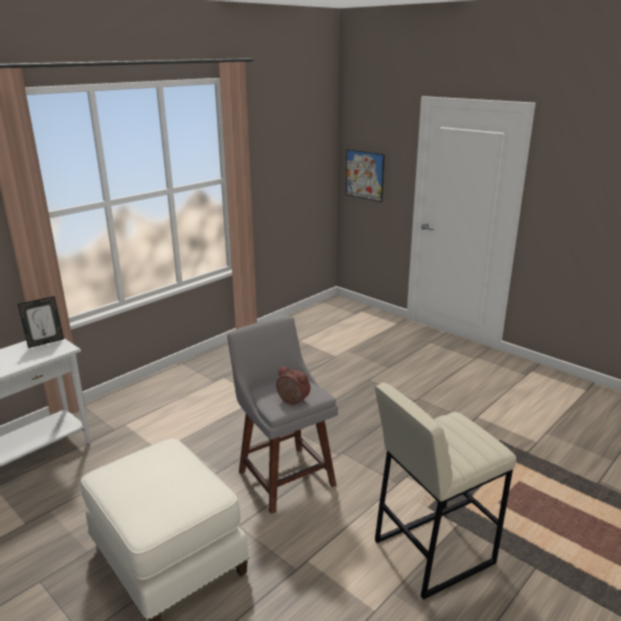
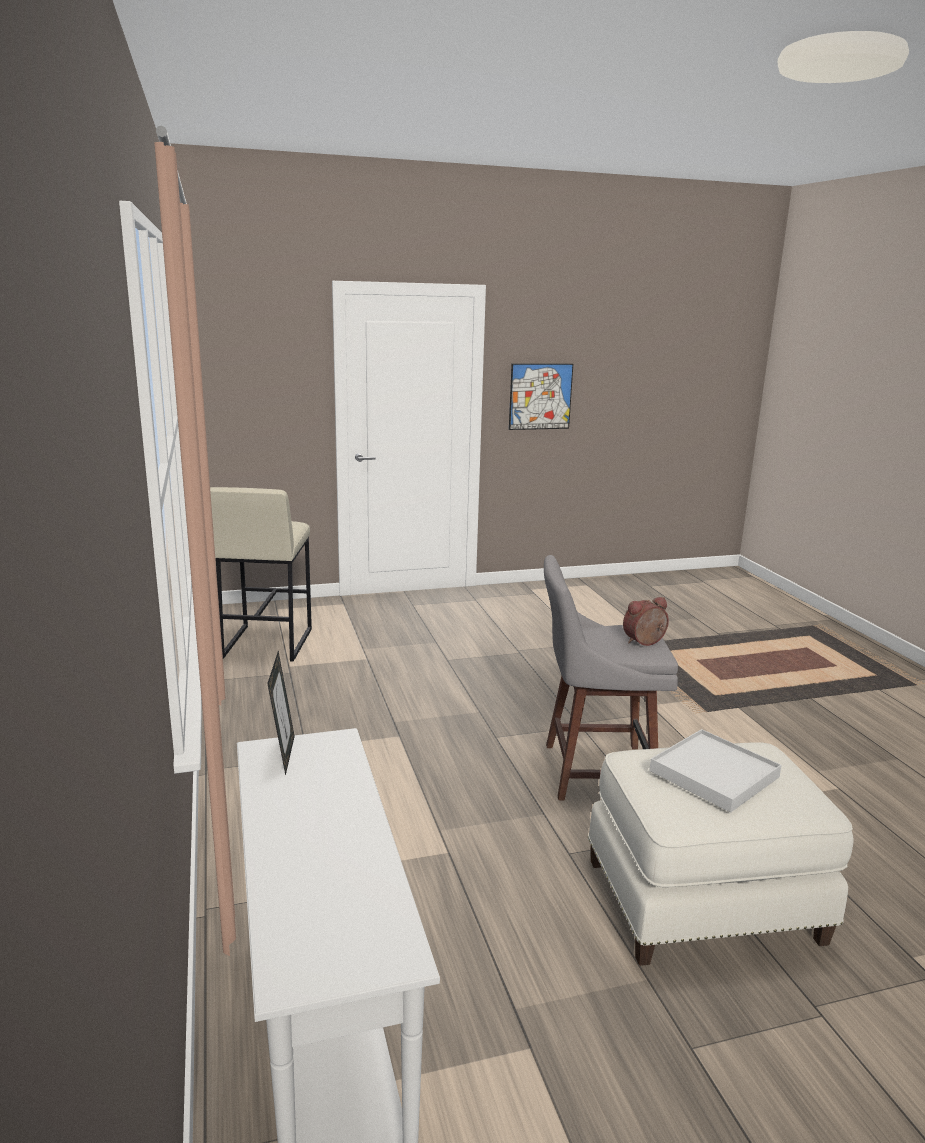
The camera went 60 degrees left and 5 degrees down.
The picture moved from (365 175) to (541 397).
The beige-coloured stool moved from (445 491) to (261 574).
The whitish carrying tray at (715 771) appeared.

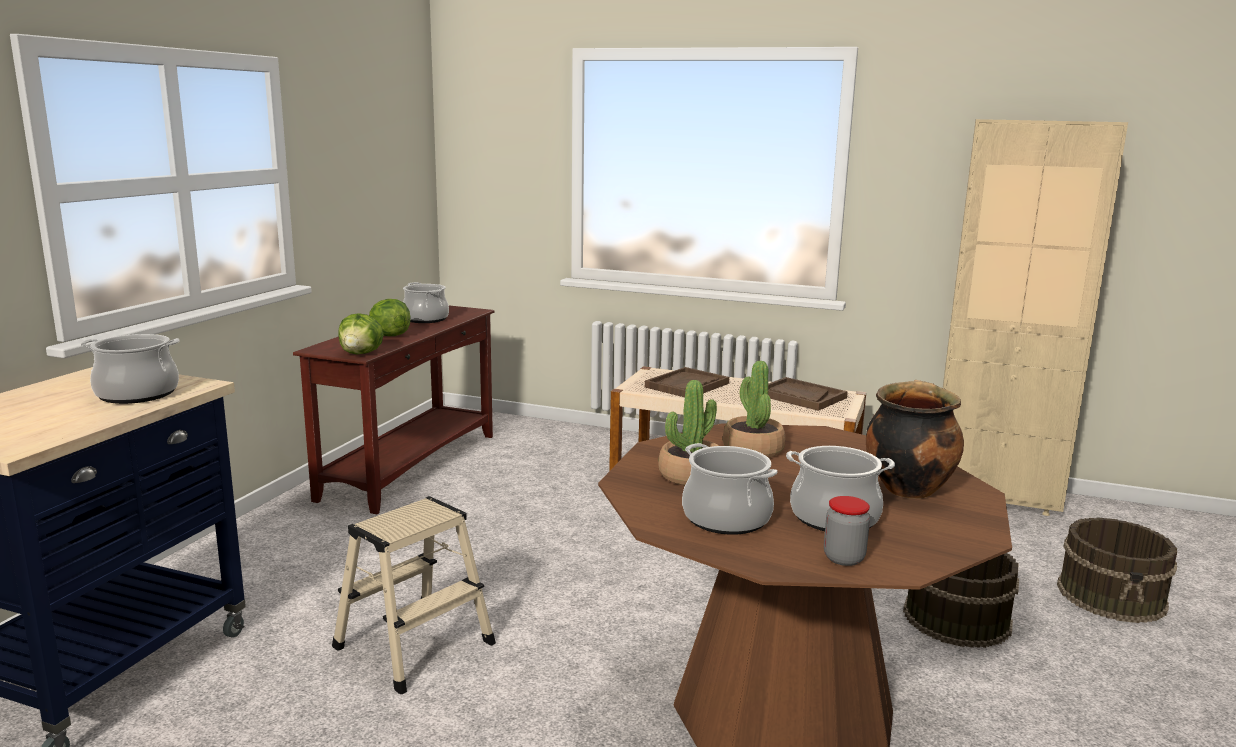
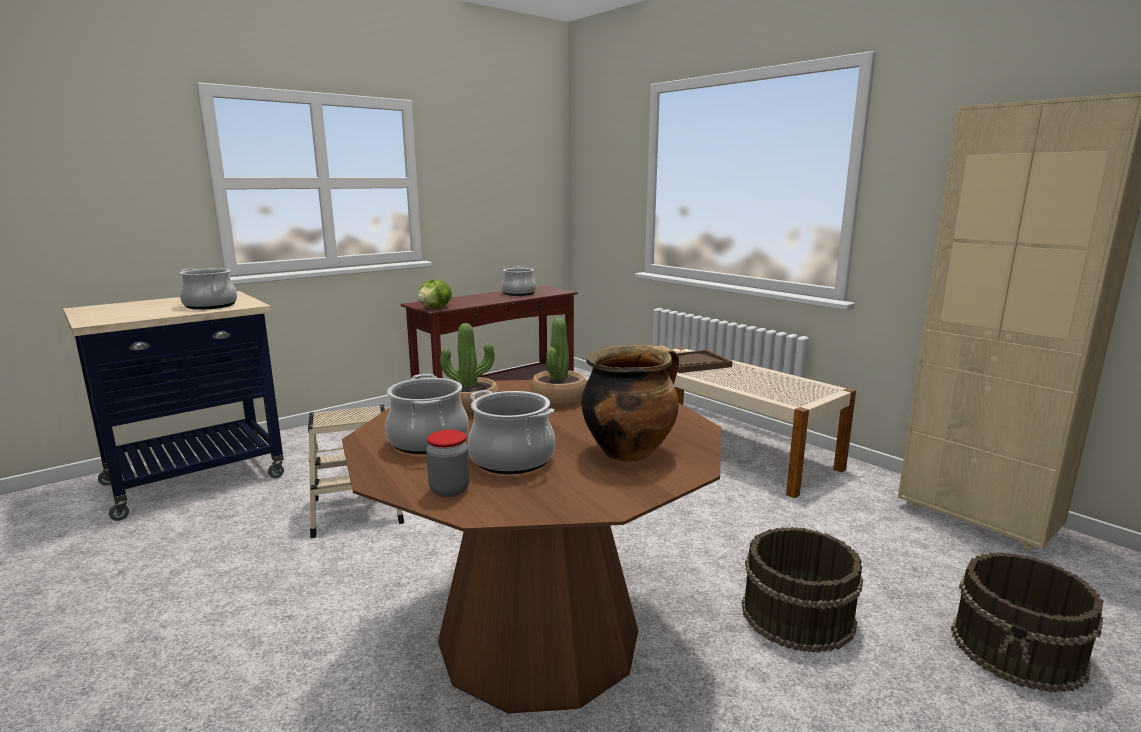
The camera went 30 degrees right and 0 degrees up.
The lettuce at (390 317) disappeared.
The brownish carrying tray at (808 394) disappeared.

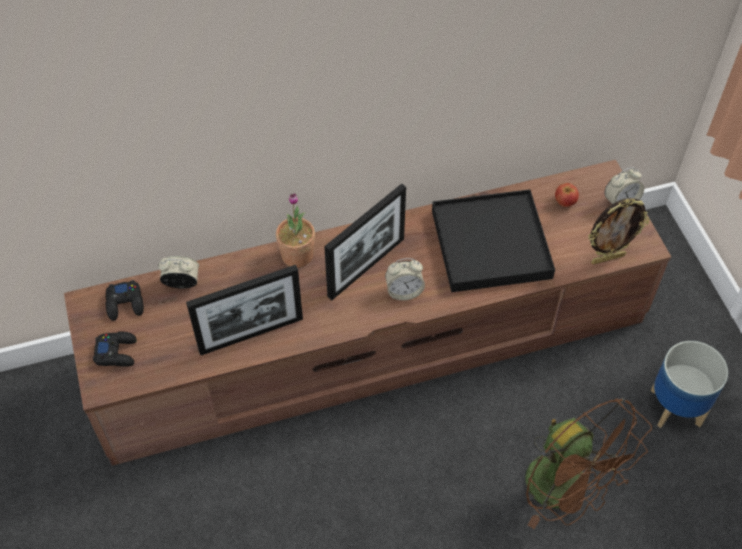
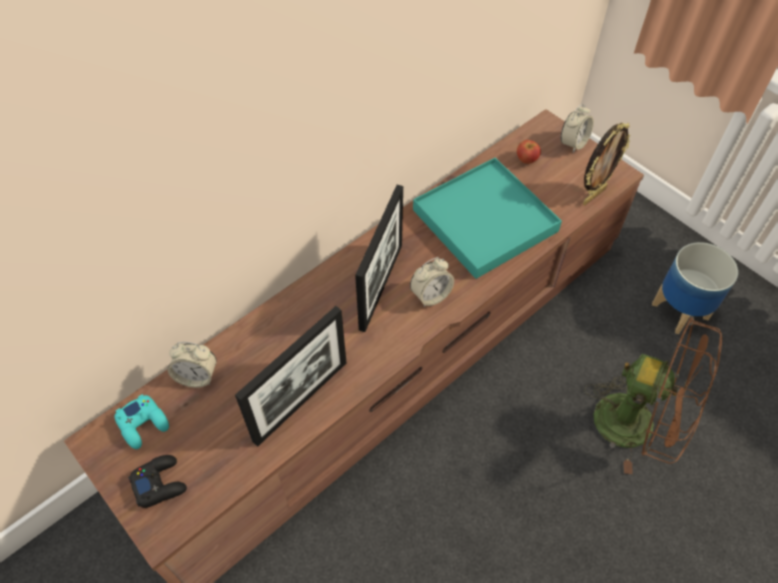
The camera went 25 degrees left and 0 degrees up.
The black-coloured carrying tray at (493 240) became the blue-green carrying tray at (487 218).
The plant in a pot at (295 230) disappeared.
The table clock at (178 272) turned 150 degrees counterclockwise.
The black-coloured game controller at (125 300) became the blue-green game controller at (141 421).

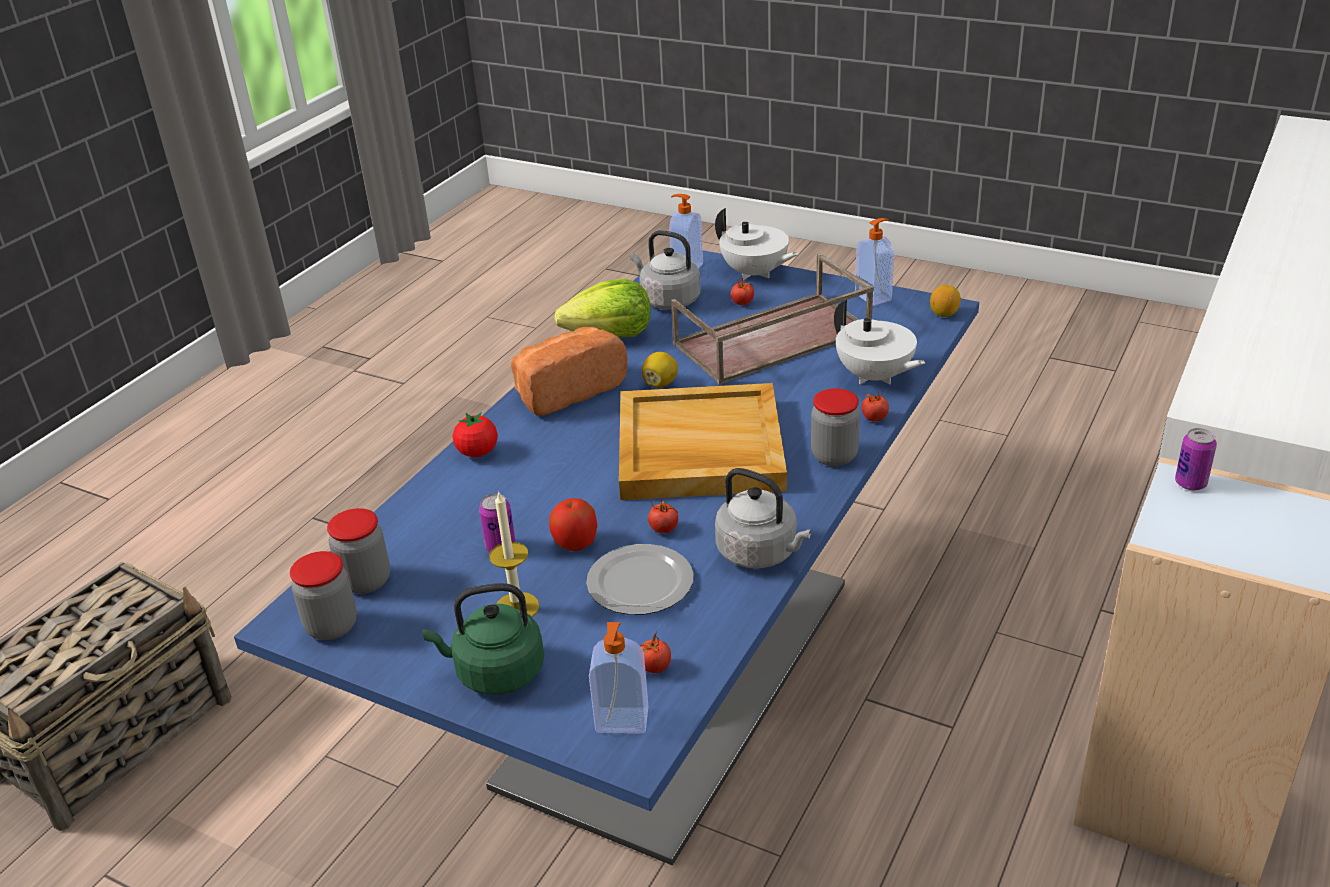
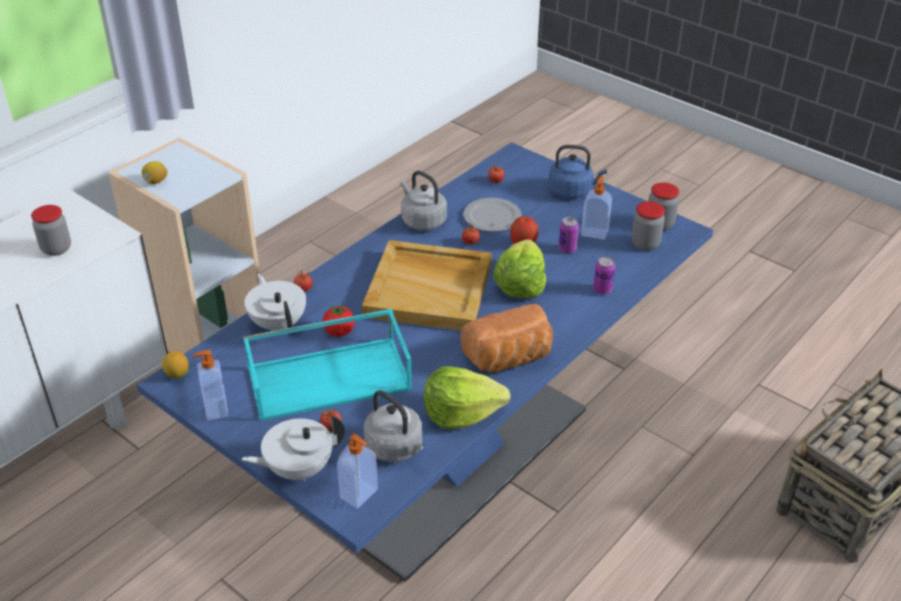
The camera went 170 degrees left and 5 degrees up.
The whitish pot for tea at (757 244) turned 75 degrees counterclockwise.
The brownish carrying tray at (772 319) became the blue-green carrying tray at (327 365).
The citrus fruit moved from (660 370) to (154 172).
The preserve jar moved from (835 427) to (51 230).
The fresh tomato moved from (475 434) to (339 320).
The sealed can moved from (1196 459) to (604 276).
The candle at (514 553) disappeared.
The green-coloured kettle at (483 639) became the blue kettle at (578 172).
The soap dispenser moved from (618 678) to (596 208).
The lettuce at (519 268) appeared.

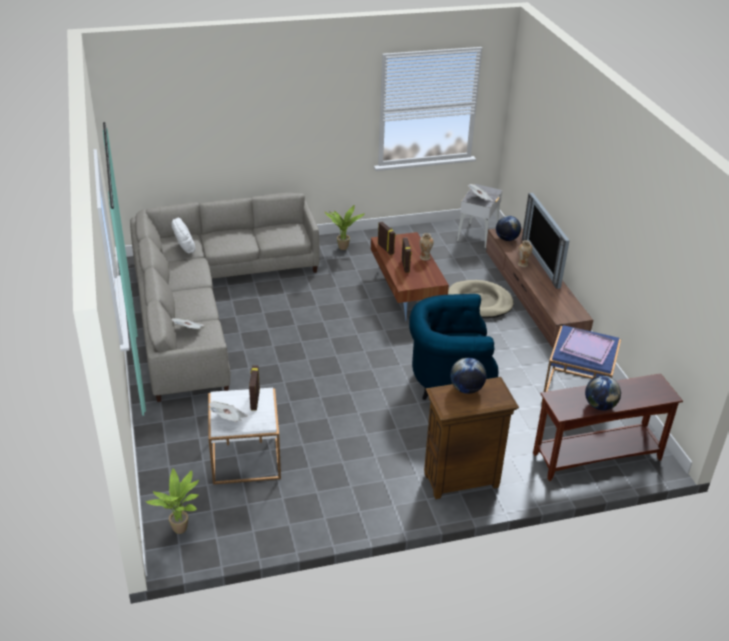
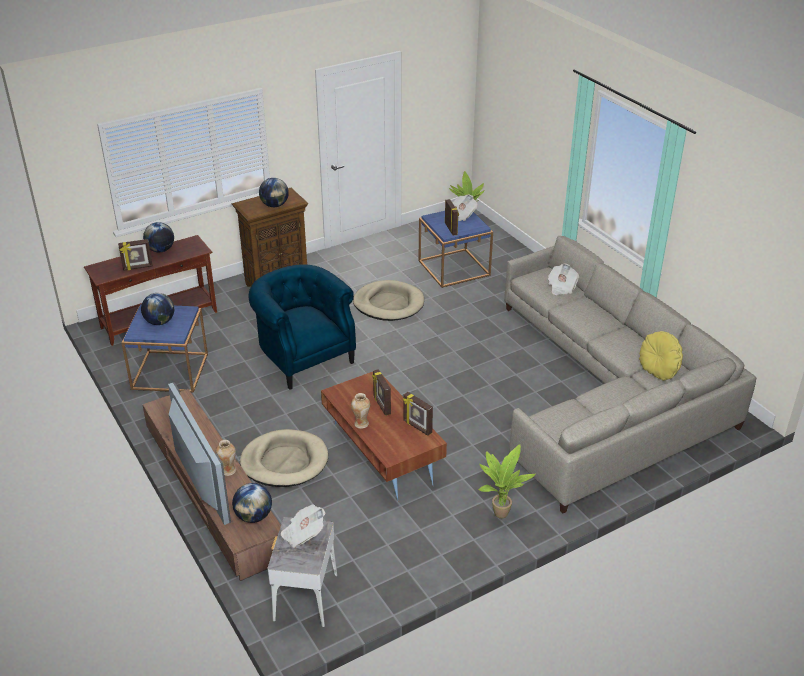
The camera went 165 degrees right and 0 degrees up.
The whitish pillow at (183 236) became the yellowish pillow at (661 356).
The blue easy chair at (453 347) turned 105 degrees counterclockwise.
The purple-coloured carrying tray at (587 346) was replaced by the globe at (157 309).
The whitish end table at (244 436) became the blue end table at (455 249).
The standing frame at (135 255) appeared.
The beige-coloured dog cushion at (388 300) appeared.

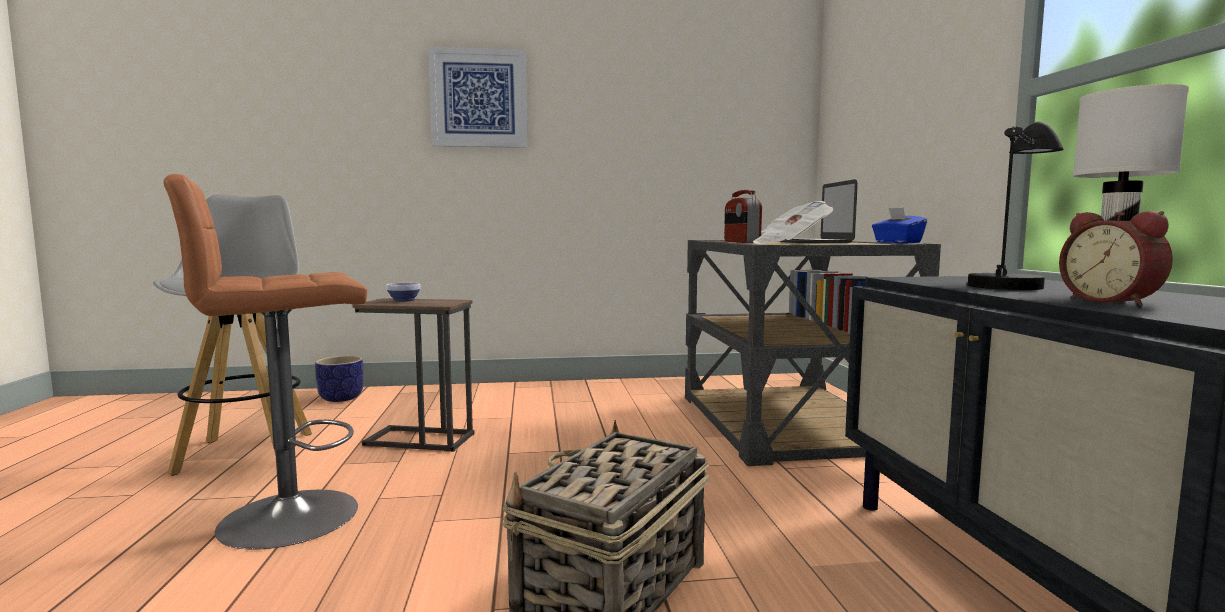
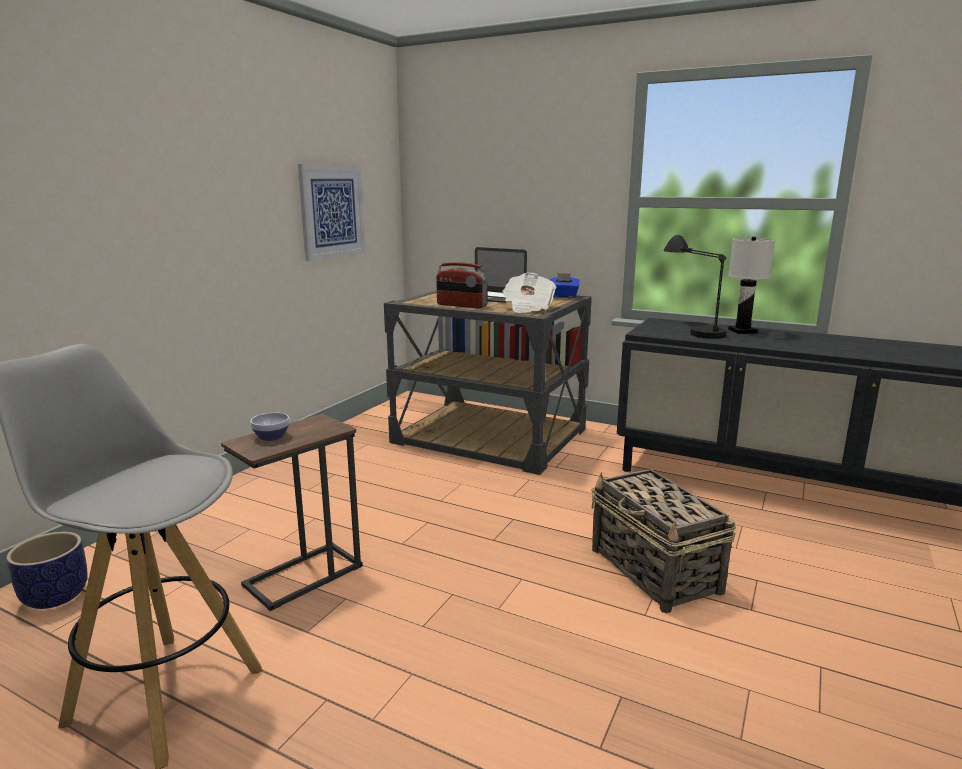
The camera went 55 degrees left and 10 degrees up.
The picture moved from (478 97) to (331 212).
The brownish stool at (265 362) disappeared.
The table clock at (1116 258) disappeared.

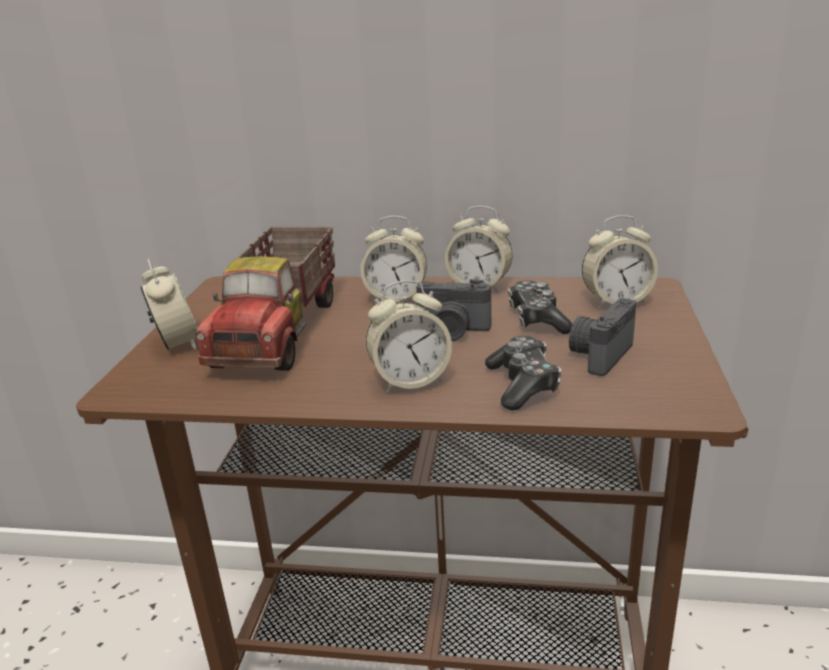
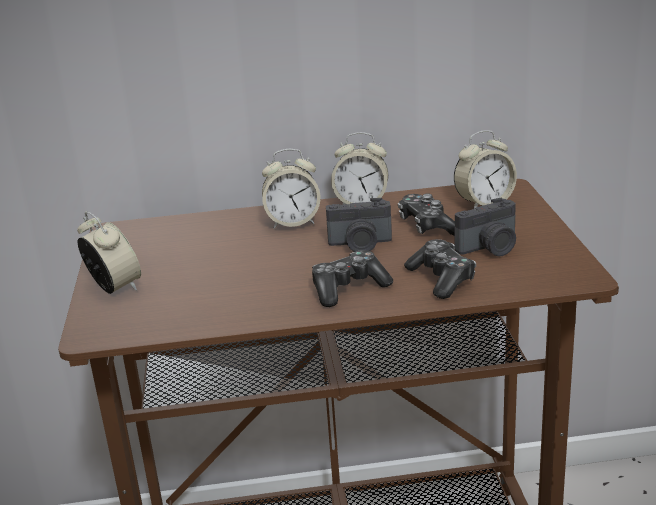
The camera went 15 degrees left and 0 degrees up.
The toy truck at (265 299) disappeared.
The table clock at (409 336) was replaced by the game controller at (352 278).
The photo camera at (602 337) turned 135 degrees counterclockwise.

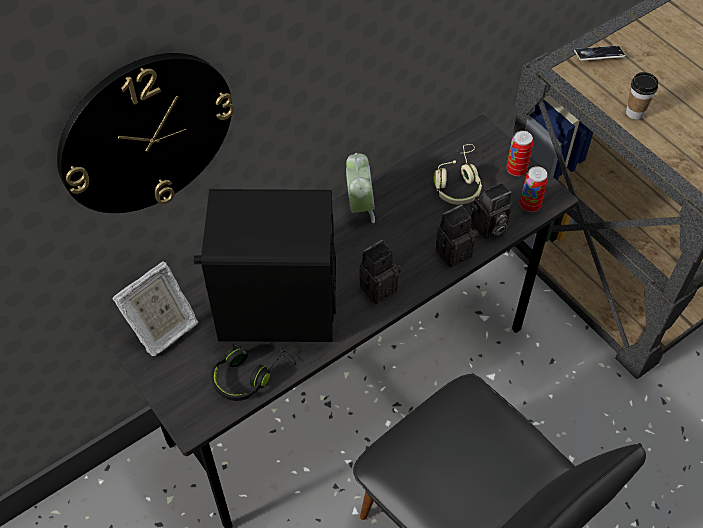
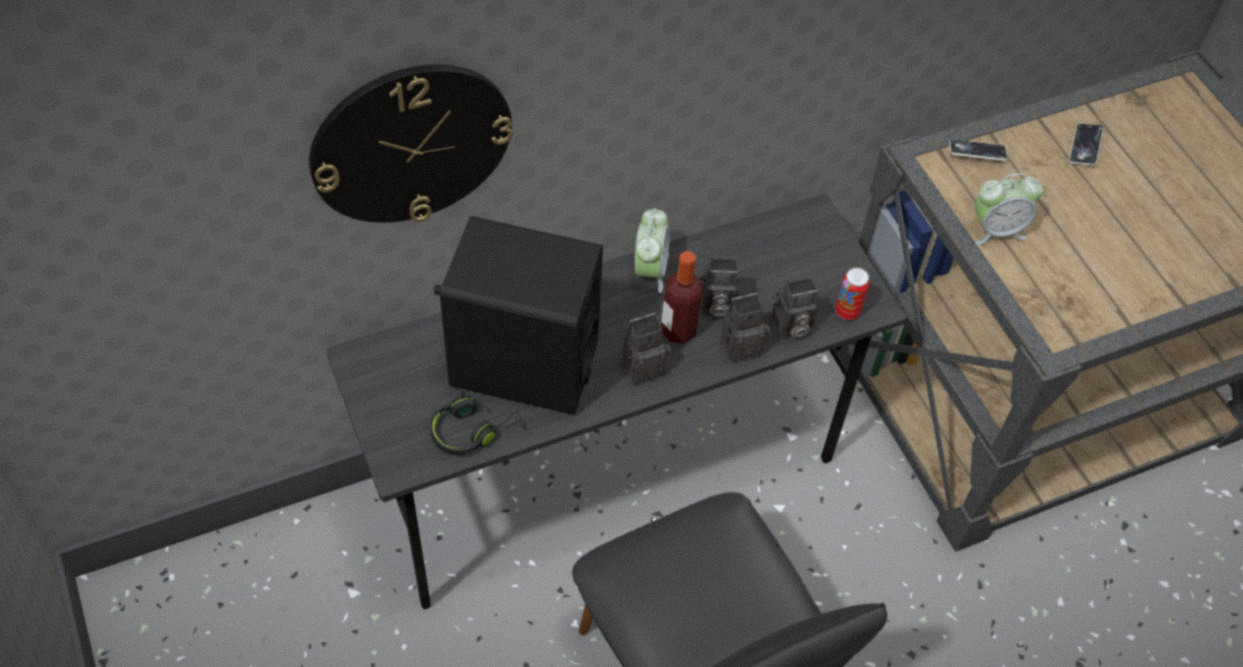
The camera went 10 degrees right and 0 degrees up.
The cup at (642 96) was replaced by the table clock at (1009 209).
The sealed can at (519 153) disappeared.
The beige-coloured headset at (457 174) disappeared.
The standing frame at (155 308) disappeared.
The telephone at (1086 144) appeared.
The beverage bottle at (682 297) appeared.
The photo camera at (719 287) appeared.

